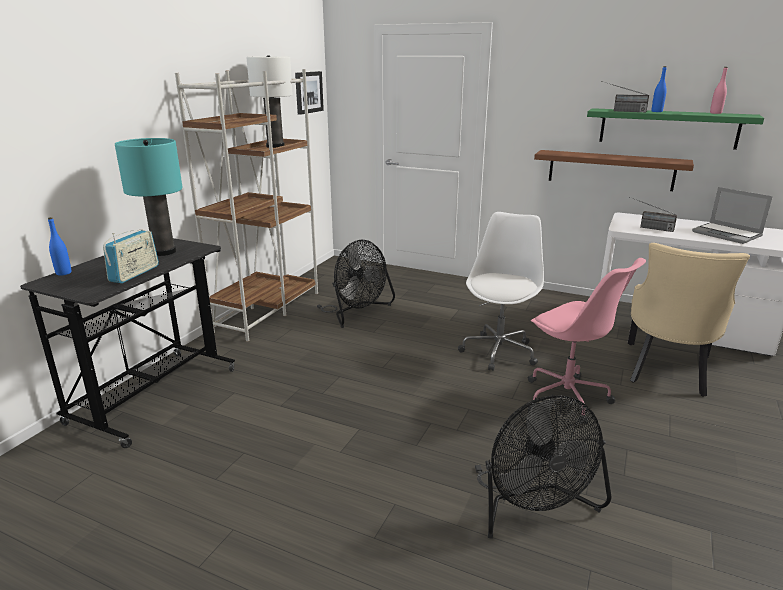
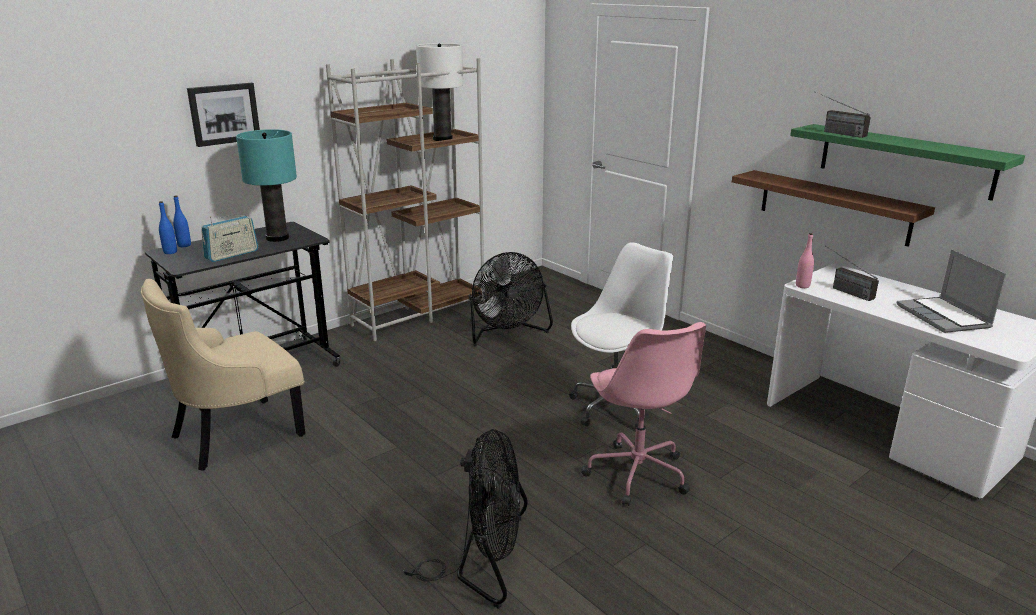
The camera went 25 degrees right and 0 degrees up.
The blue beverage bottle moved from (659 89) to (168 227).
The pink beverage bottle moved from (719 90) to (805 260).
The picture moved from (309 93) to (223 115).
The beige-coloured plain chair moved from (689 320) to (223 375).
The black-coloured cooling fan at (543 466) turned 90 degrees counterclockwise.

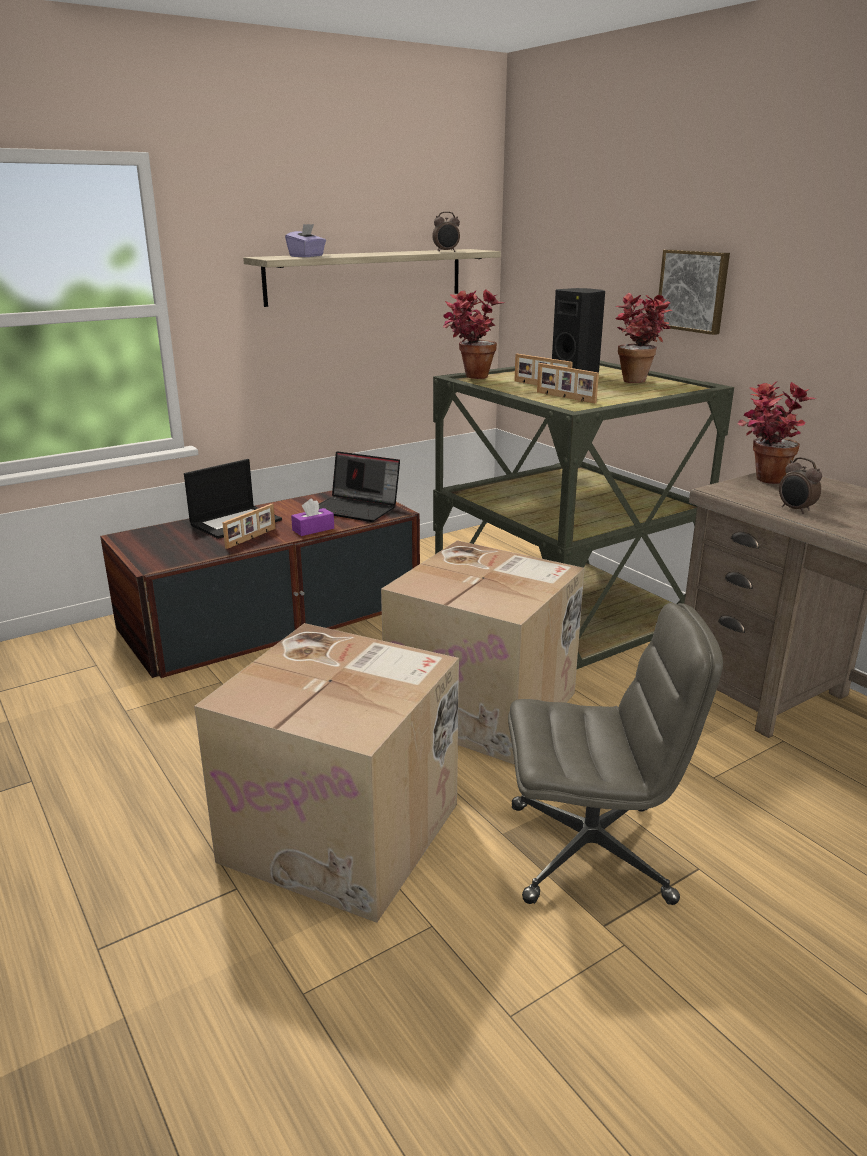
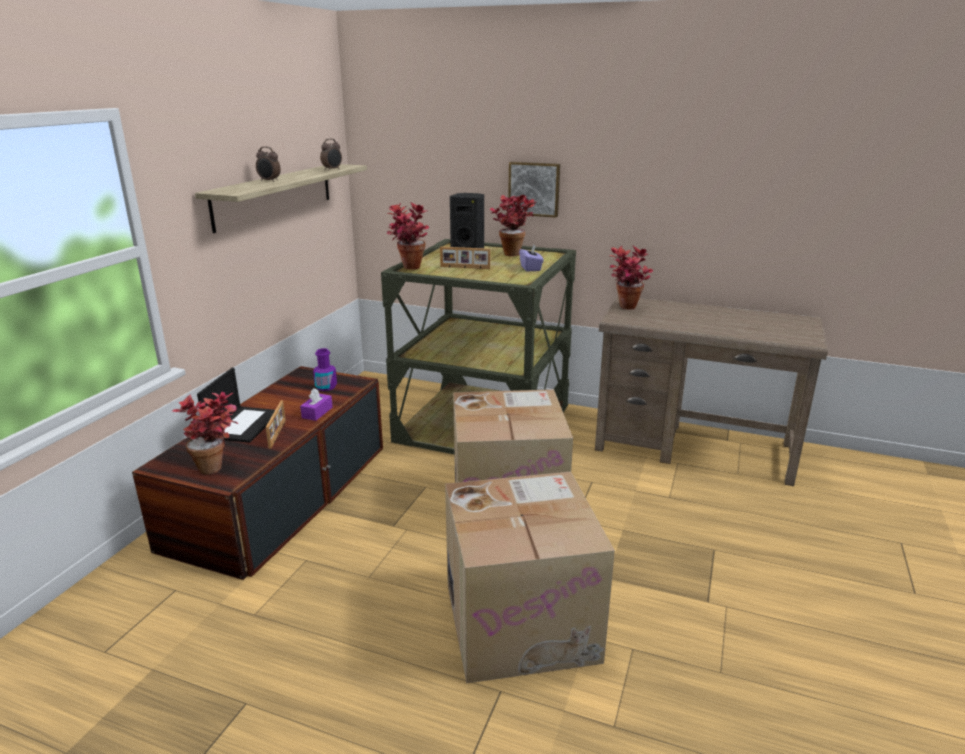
The camera went 35 degrees left and 0 degrees up.
The purple-coloured tissue box moved from (305 240) to (531 258).
The standing frame at (568 383) disappeared.
The notebook computer at (359 486) was replaced by the purple-coloured beverage bottle at (325 369).
The table clock moved from (800 485) to (268 164).
The greyish desk chair at (615 754) disappeared.
The plant in a pot at (205 433) appeared.

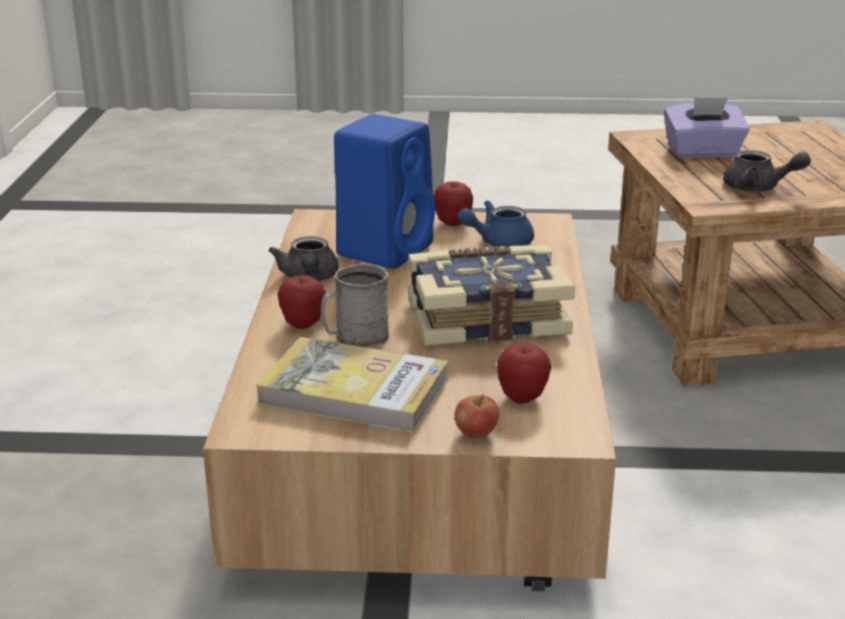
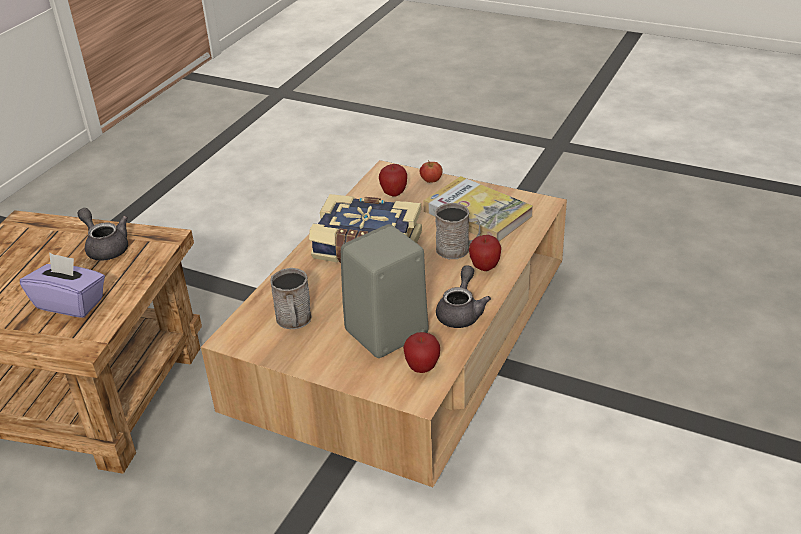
The camera went 155 degrees left and 10 degrees up.
The blue audio speaker at (384 191) became the greyish audio speaker at (385 291).
The apple moved from (453 203) to (421 352).
The blue pot for tea at (495 223) was replaced by the greyish coffee mug at (290 298).

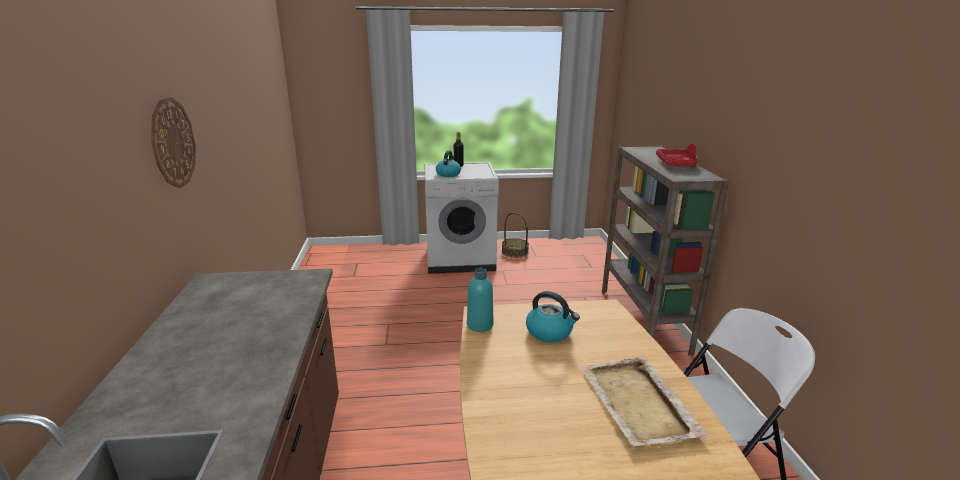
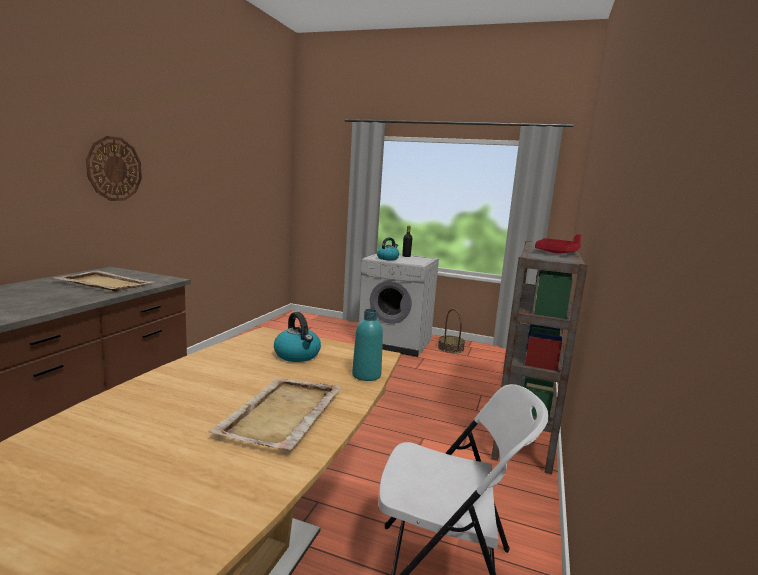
The camera went 25 degrees right and 10 degrees down.
The blue-green beverage bottle moved from (480 300) to (367 345).
The beige-coloured carrying tray at (103 281) appeared.

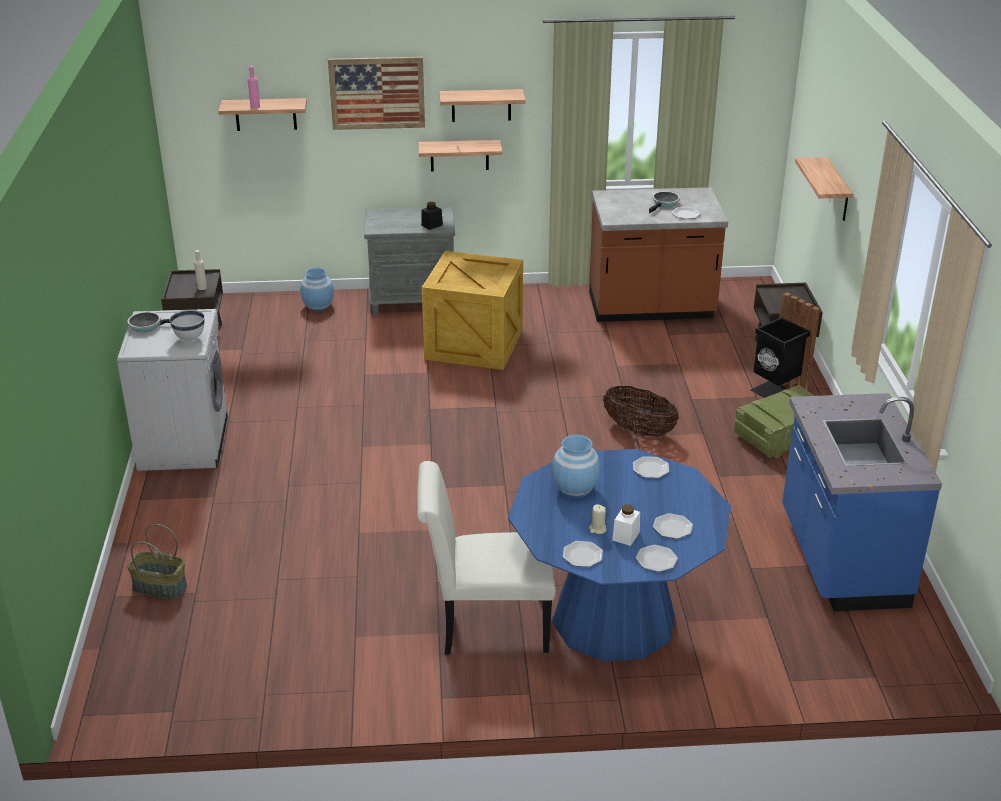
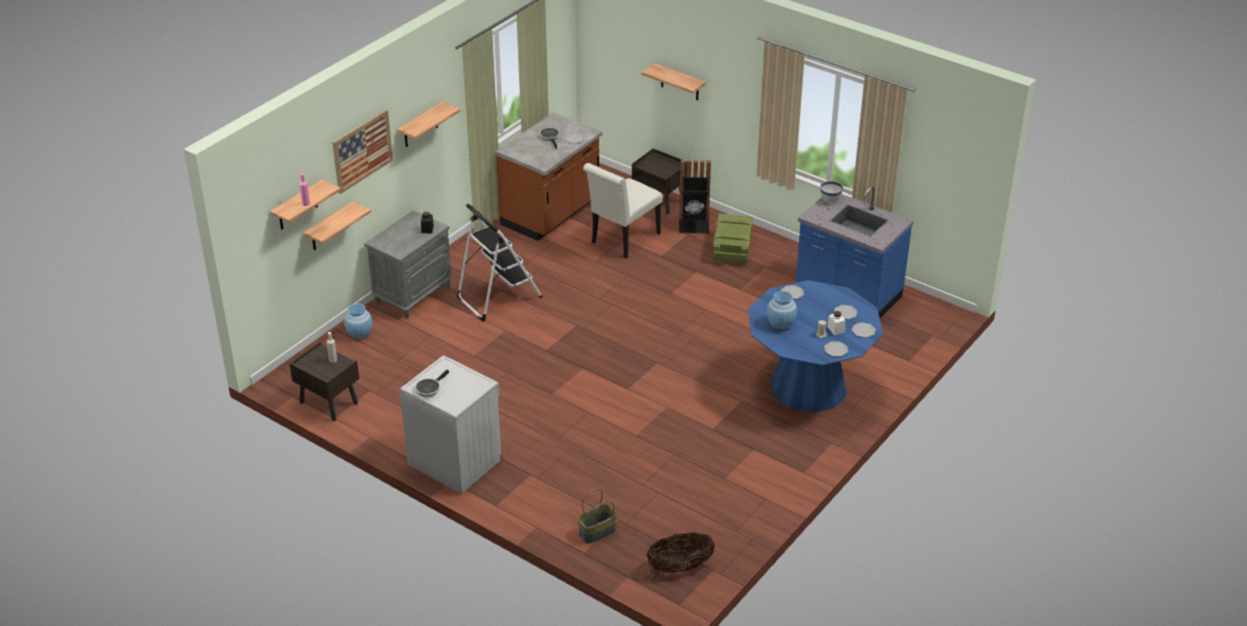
The camera went 50 degrees left and 5 degrees up.
The wall shelf moved from (460 156) to (337 225).
The packing crate at (472 310) was replaced by the stepladder at (499 263).
The whitish bowl moved from (187 325) to (831 191).
The basket moved from (641 411) to (680 552).
The whitish plain chair moved from (486 558) to (623 210).

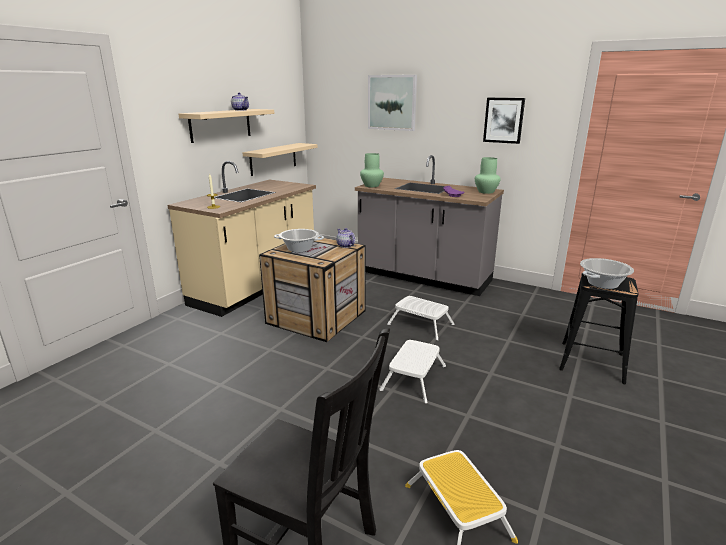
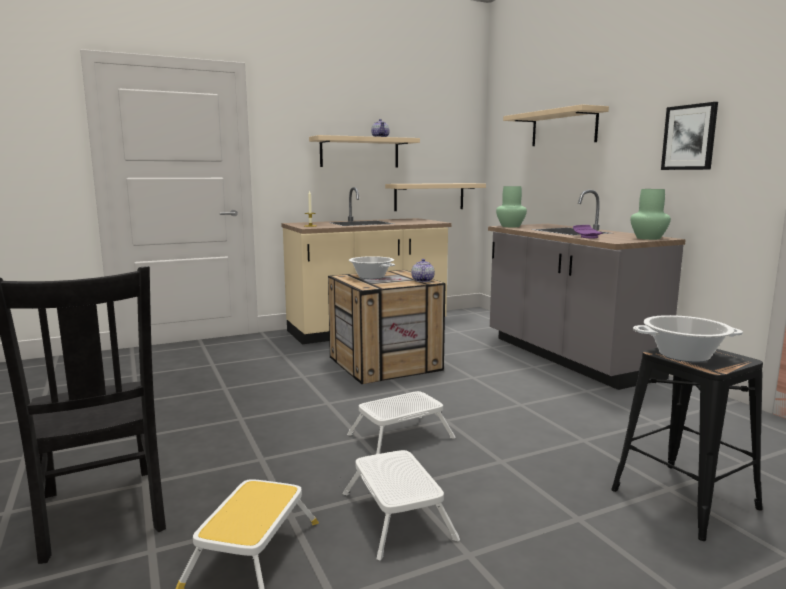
The camera went 35 degrees right and 10 degrees down.
The picture at (392 103) was replaced by the beige-coloured wall shelf at (556 125).
The whitish stepladder moved from (421 318) to (401 505).

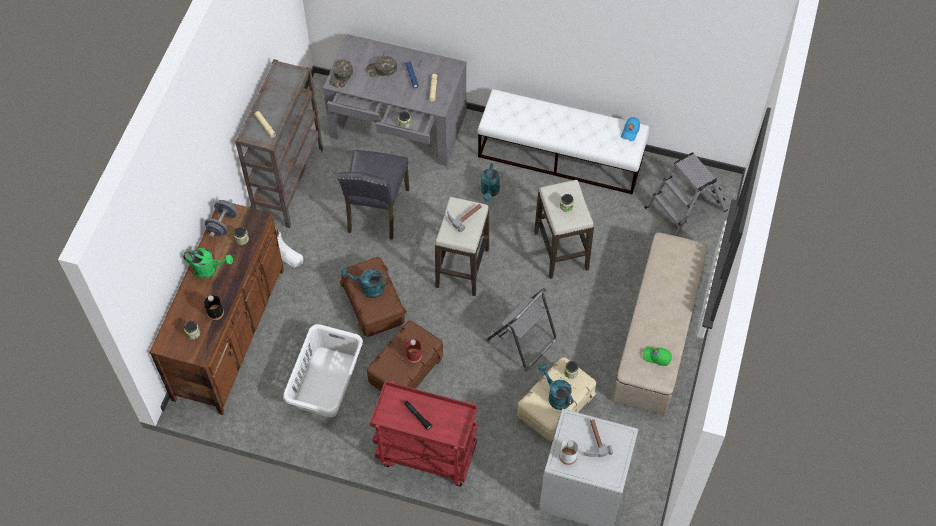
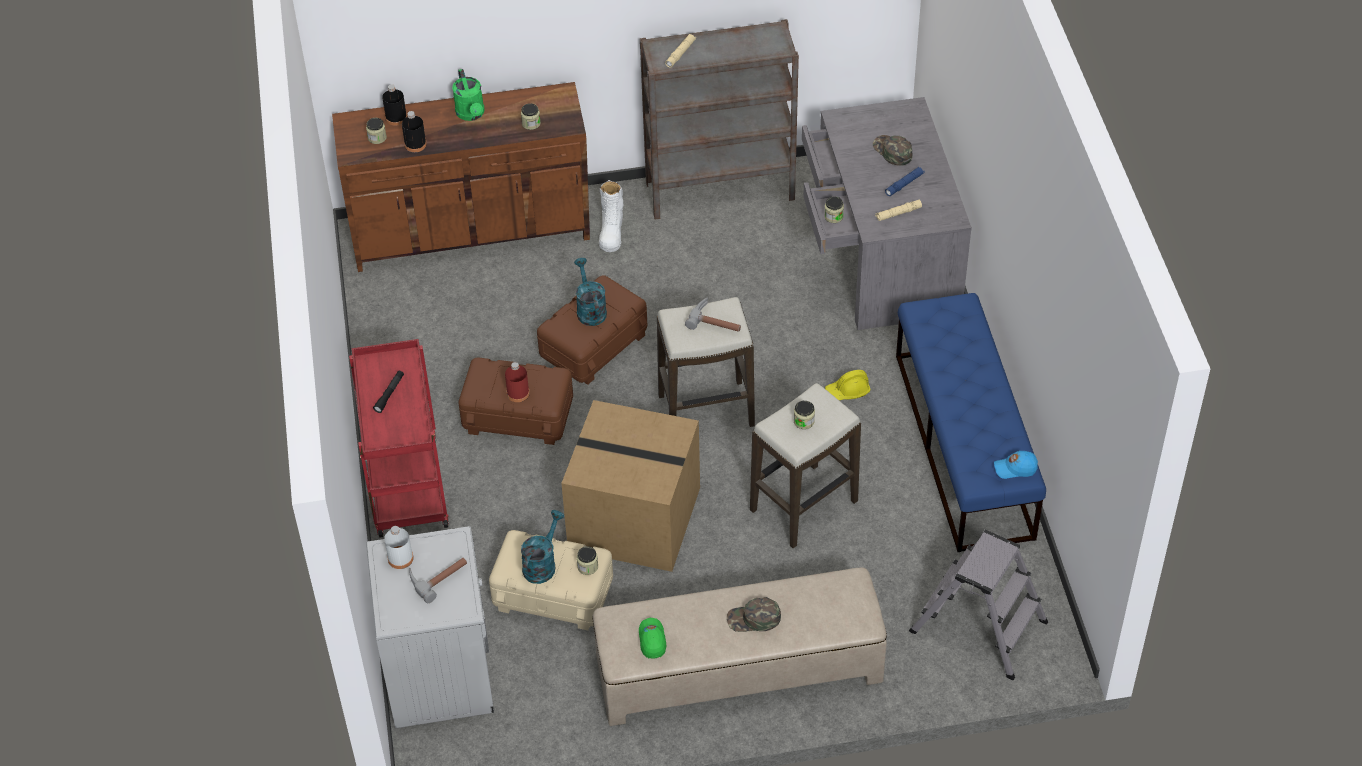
The camera went 65 degrees right and 10 degrees down.
The green-coloured cap moved from (341 73) to (754 614).
The whitish long seat at (563 142) became the blue long seat at (971 422).
The greyish plain chair at (373 195) disappeared.
The blue-green watering can at (490 182) was replaced by the yellowish work helmet at (847 385).
The greyish dumbbell at (220 218) disappeared.
The greyish stepladder at (520 330) was replaced by the cardboard box at (630 486).
The whitish hamper at (323 370) disappeared.
The black-coloured beverage bottle at (394 105) appeared.

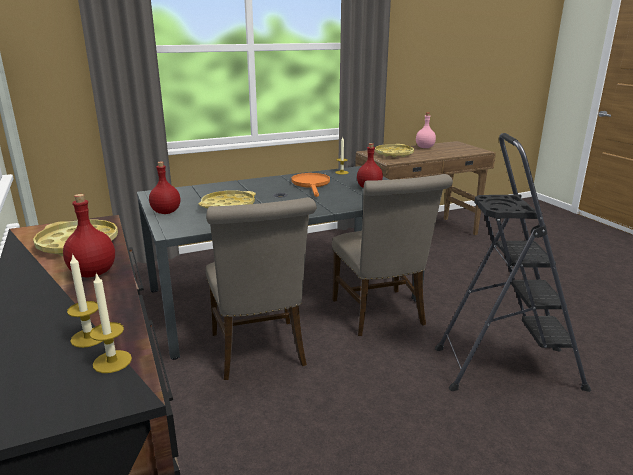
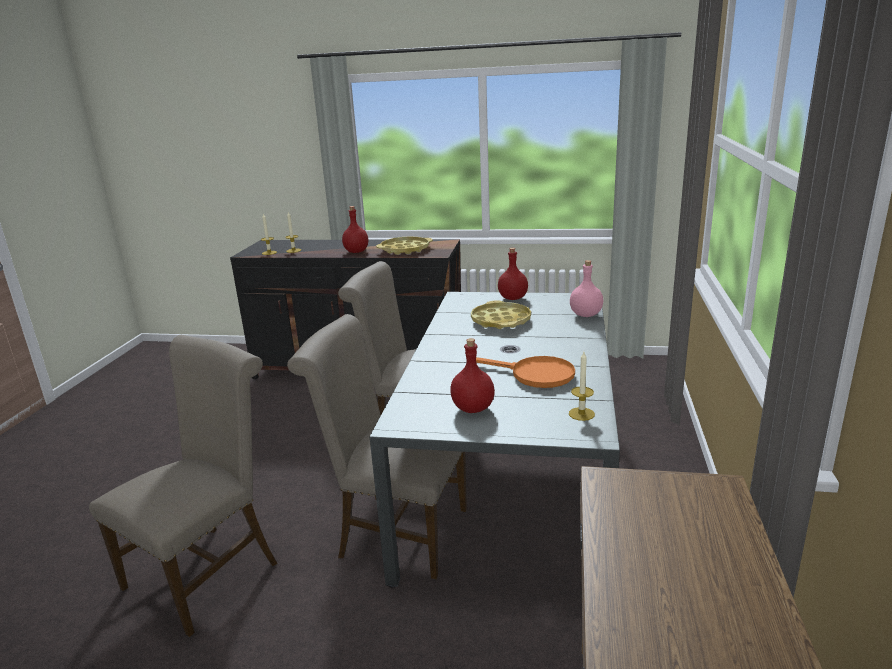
The camera went 125 degrees right and 0 degrees up.
The pink beverage bottle moved from (426 130) to (586 288).
The stepladder at (513 262) was replaced by the beige-coloured plain chair at (183 486).
The yellowish carrying tray at (394 150) disappeared.

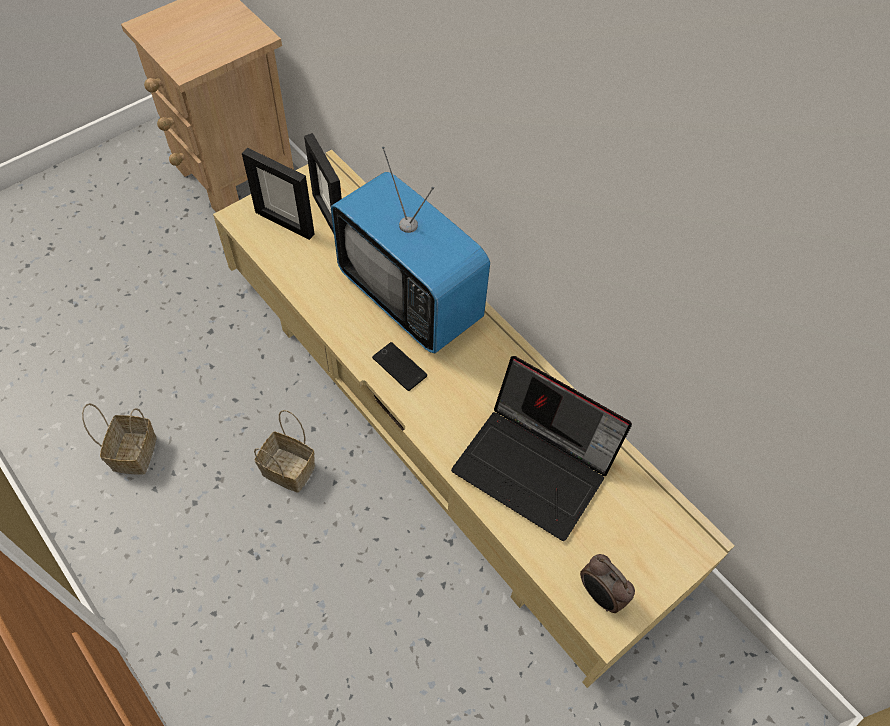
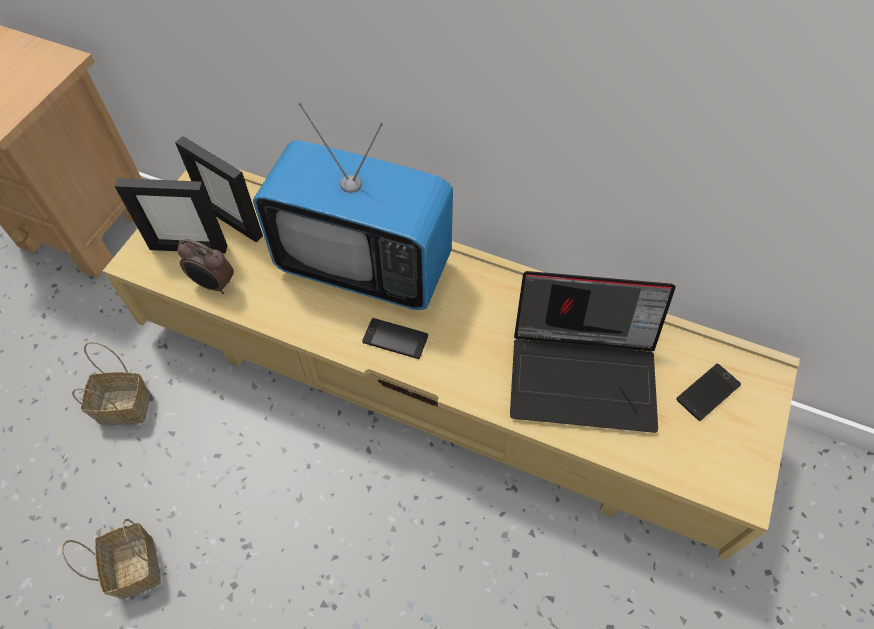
The camera went 25 degrees left and 0 degrees up.
The basket moved from (284 451) to (111 383).
The table clock moved from (607 583) to (205 266).
The telephone at (708 392) appeared.

